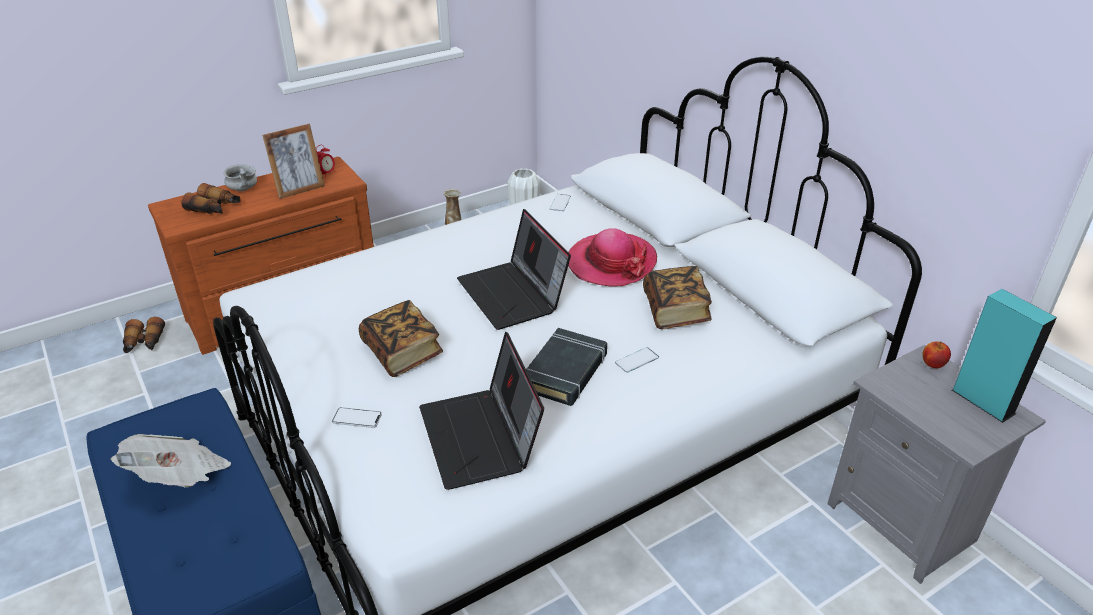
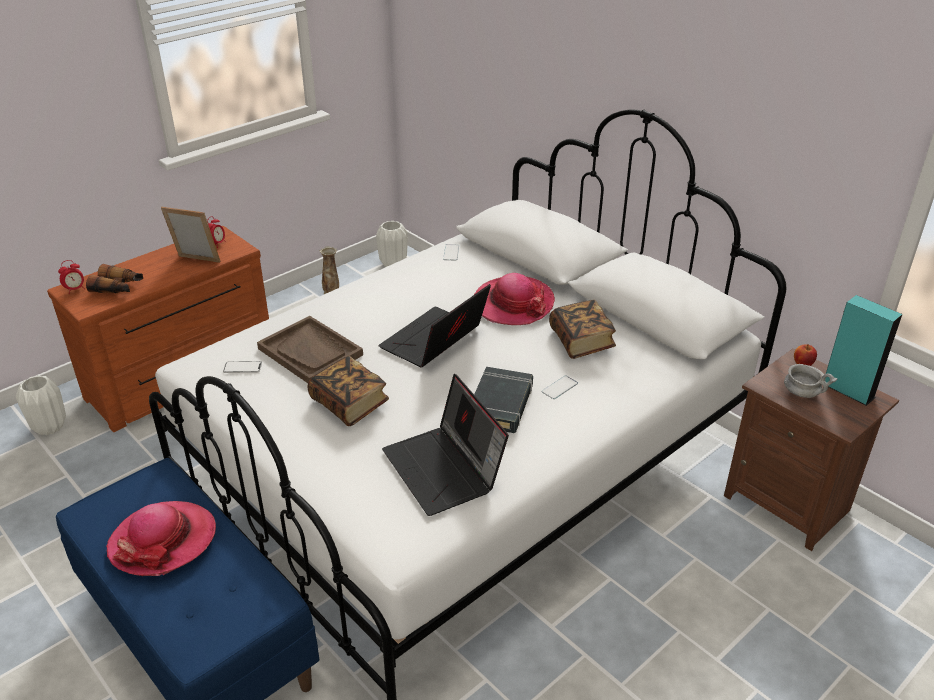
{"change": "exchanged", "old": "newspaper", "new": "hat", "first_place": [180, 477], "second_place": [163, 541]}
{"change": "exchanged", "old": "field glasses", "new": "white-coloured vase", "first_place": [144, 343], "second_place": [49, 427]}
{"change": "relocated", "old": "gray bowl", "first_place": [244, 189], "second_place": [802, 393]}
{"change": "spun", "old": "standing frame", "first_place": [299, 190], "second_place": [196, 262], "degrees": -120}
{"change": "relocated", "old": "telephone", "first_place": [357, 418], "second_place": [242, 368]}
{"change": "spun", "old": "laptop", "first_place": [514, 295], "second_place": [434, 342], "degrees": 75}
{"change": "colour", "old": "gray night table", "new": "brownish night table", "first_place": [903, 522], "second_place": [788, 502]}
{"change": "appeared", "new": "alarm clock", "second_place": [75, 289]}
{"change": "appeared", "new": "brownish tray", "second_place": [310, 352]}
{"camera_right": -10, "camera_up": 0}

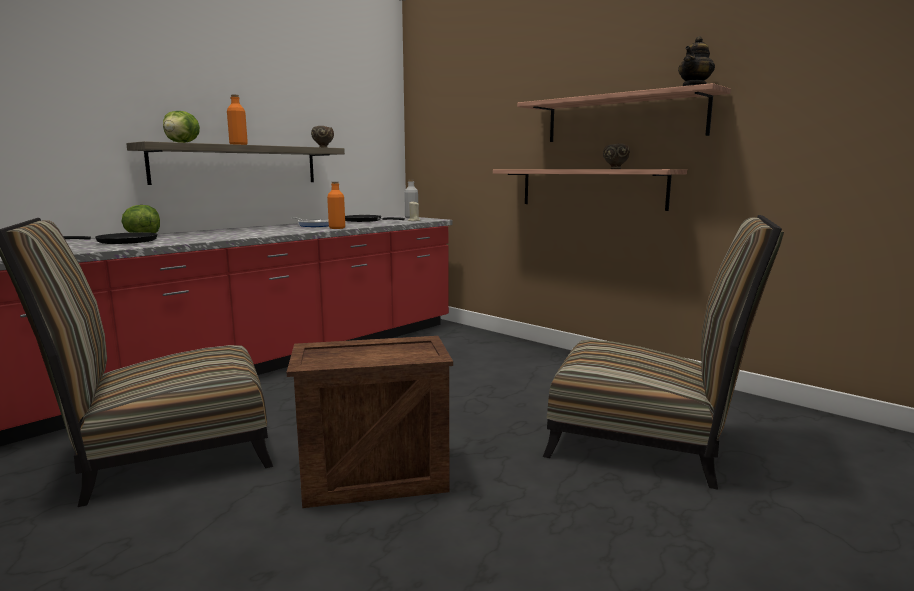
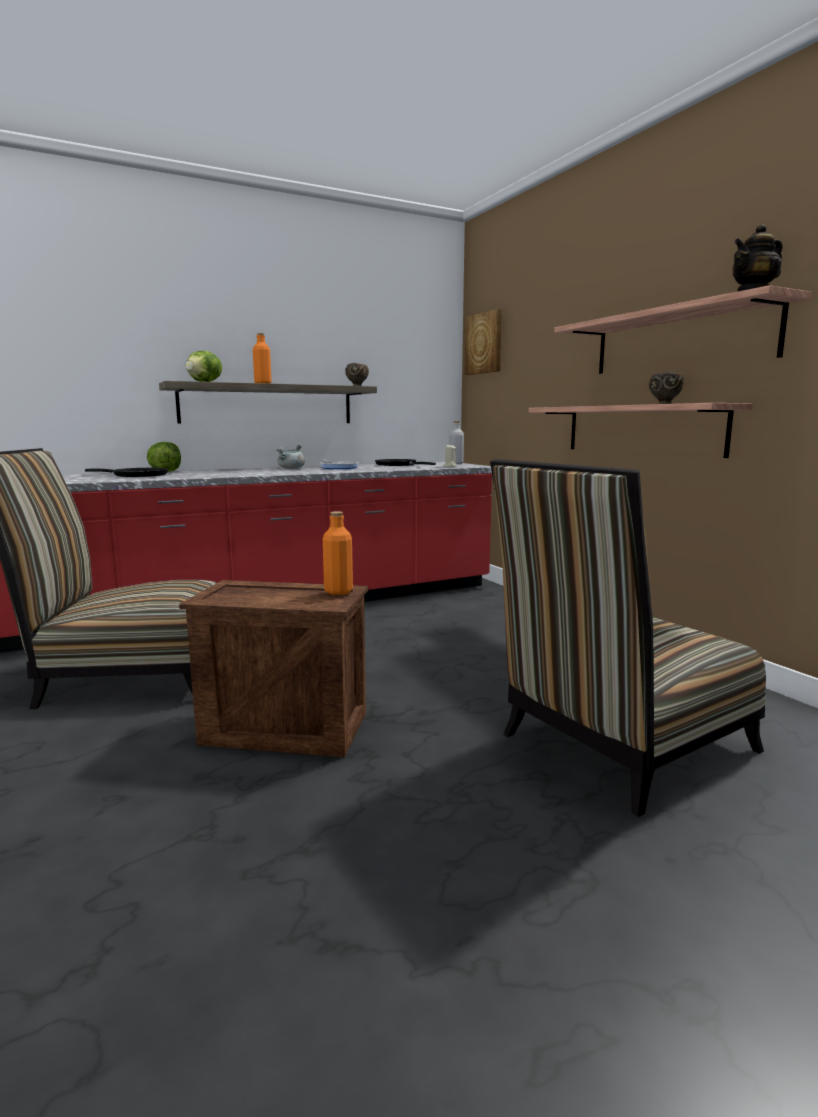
{"change": "relocated", "old": "orange-coloured beverage bottle", "first_place": [337, 228], "second_place": [338, 591]}
{"change": "spun", "old": "chair", "first_place": [646, 443], "second_place": [617, 747], "degrees": 105}
{"change": "appeared", "new": "gray saucepot", "second_place": [291, 469]}
{"change": "appeared", "new": "picture", "second_place": [484, 343]}
{"camera_right": 20, "camera_up": 0}

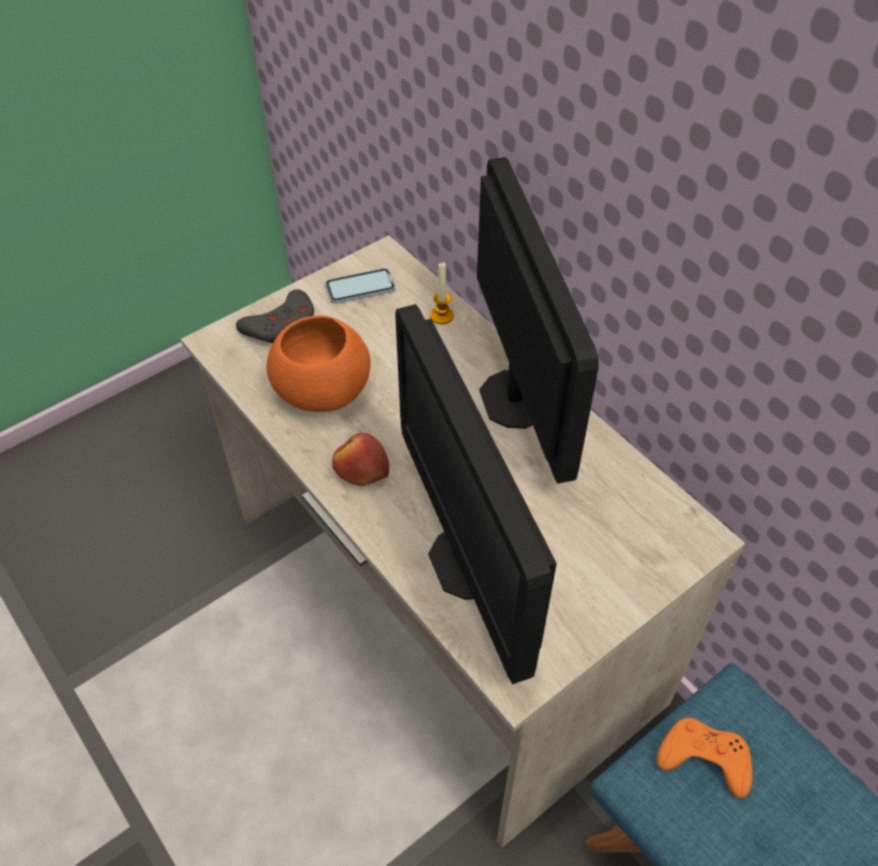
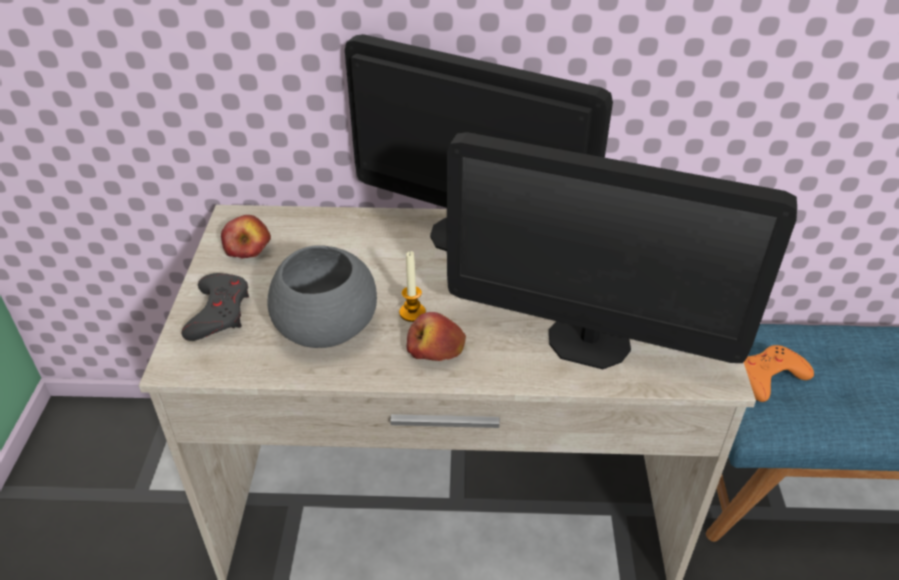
{"change": "colour", "old": "orange-coloured bowl", "new": "gray bowl", "first_place": [320, 390], "second_place": [324, 328]}
{"change": "exchanged", "old": "telephone", "new": "apple", "first_place": [360, 288], "second_place": [248, 248]}
{"change": "relocated", "old": "wax light", "first_place": [442, 316], "second_place": [412, 313]}
{"camera_right": -50, "camera_up": -10}

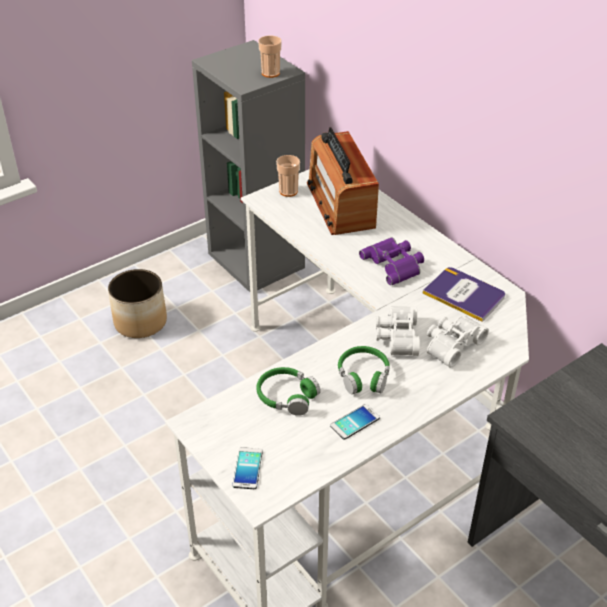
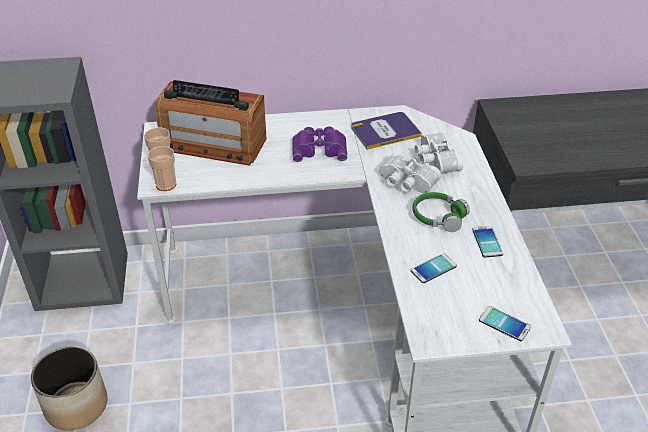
{"change": "exchanged", "old": "greenish headphones", "new": "telephone", "first_place": [287, 396], "second_place": [433, 268]}
{"change": "relocated", "old": "small cup", "first_place": [270, 73], "second_place": [166, 184]}
{"camera_right": -60, "camera_up": 0}

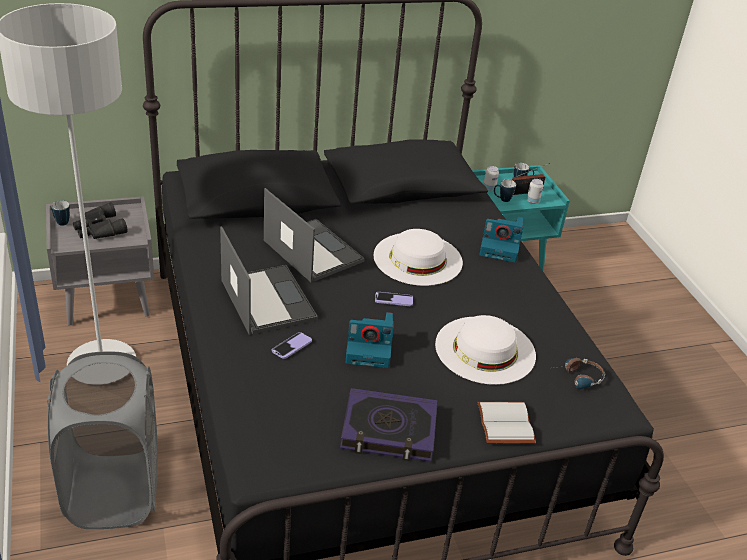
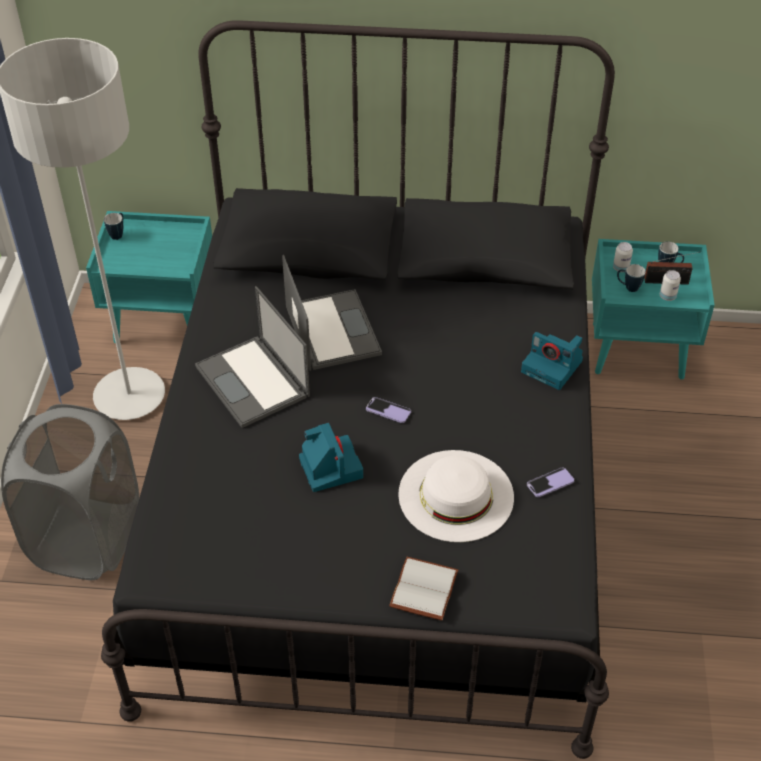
{"change": "colour", "old": "gray night table", "new": "turquoise night table", "first_place": [108, 300], "second_place": [164, 320]}
{"change": "missing", "old": "black-coloured field glasses", "first_place": [98, 229]}
{"change": "spun", "old": "laptop", "first_place": [267, 299], "second_place": [253, 382], "degrees": 150}
{"change": "relocated", "old": "telephone", "first_place": [291, 346], "second_place": [550, 483]}
{"change": "missing", "old": "volume", "first_place": [389, 431]}
{"change": "spun", "old": "photo camera", "first_place": [370, 349], "second_place": [329, 466], "degrees": -135}
{"change": "missing", "old": "white-coloured hat", "first_place": [417, 258]}
{"change": "missing", "old": "headphones", "first_place": [577, 379]}
{"camera_right": 25, "camera_up": 10}

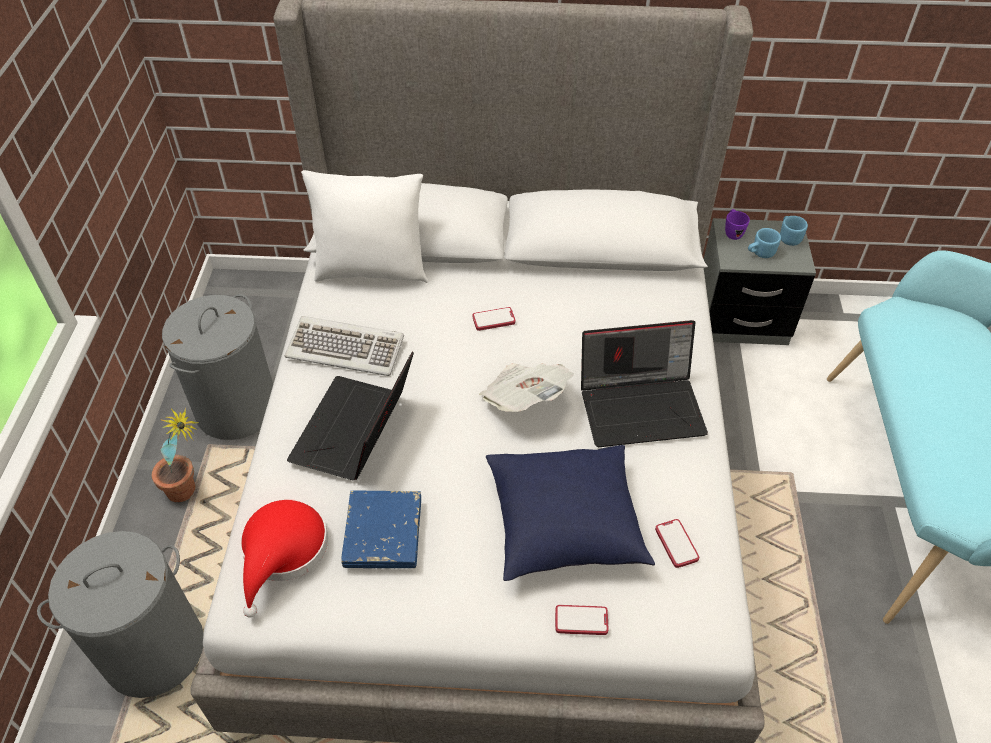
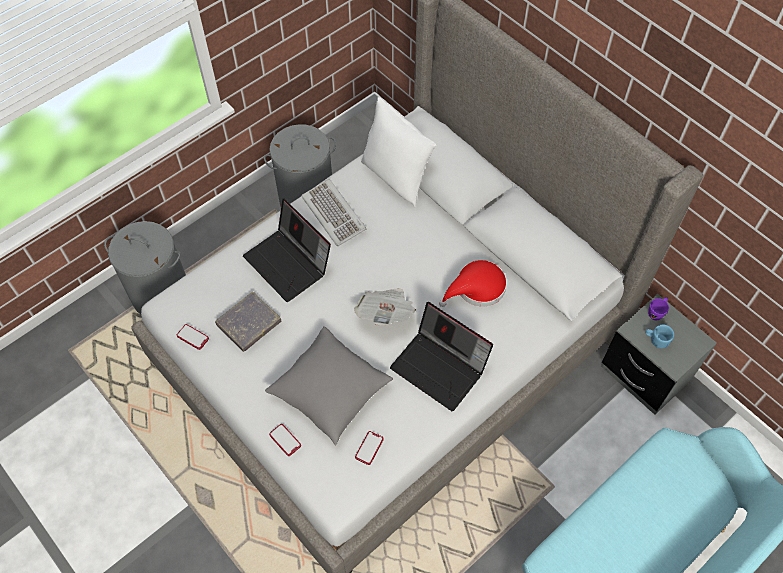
{"change": "missing", "old": "potted plant", "first_place": [190, 491]}
{"change": "relocated", "old": "red hat", "first_place": [283, 552], "second_place": [477, 288]}
{"change": "spun", "old": "laptop", "first_place": [355, 432], "second_place": [289, 263], "degrees": -105}
{"change": "colour", "old": "blue volume", "new": "gray volume", "first_place": [383, 532], "second_place": [249, 323]}
{"change": "relocated", "old": "telephone", "first_place": [493, 320], "second_place": [193, 337]}
{"change": "colour", "old": "blue cushion", "new": "gray cushion", "first_place": [564, 525], "second_place": [330, 392]}
{"change": "missing", "old": "blue tea mug", "first_place": [788, 237]}
{"camera_right": 45, "camera_up": 10}

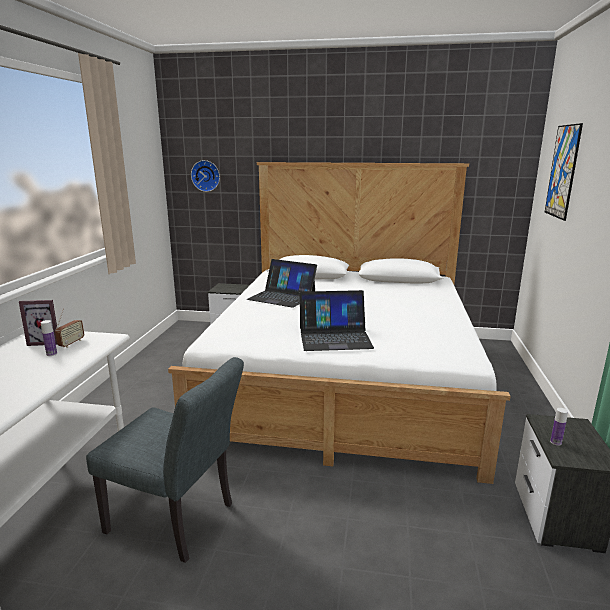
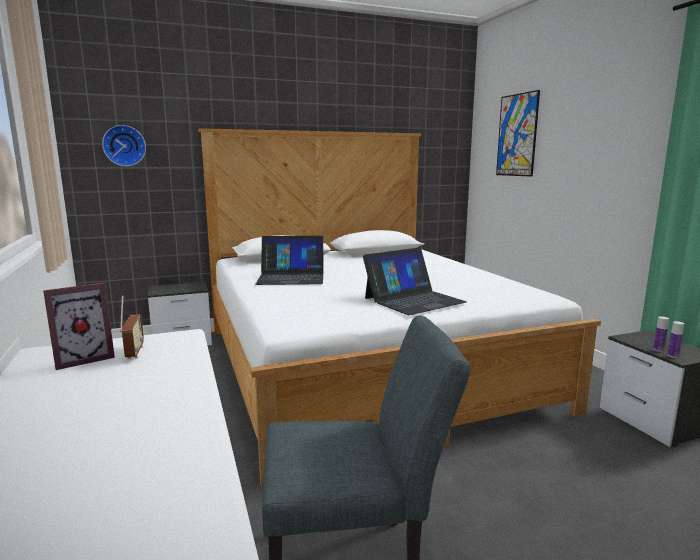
{"change": "relocated", "old": "beverage bottle", "first_place": [51, 354], "second_place": [673, 356]}
{"camera_right": -30, "camera_up": -5}

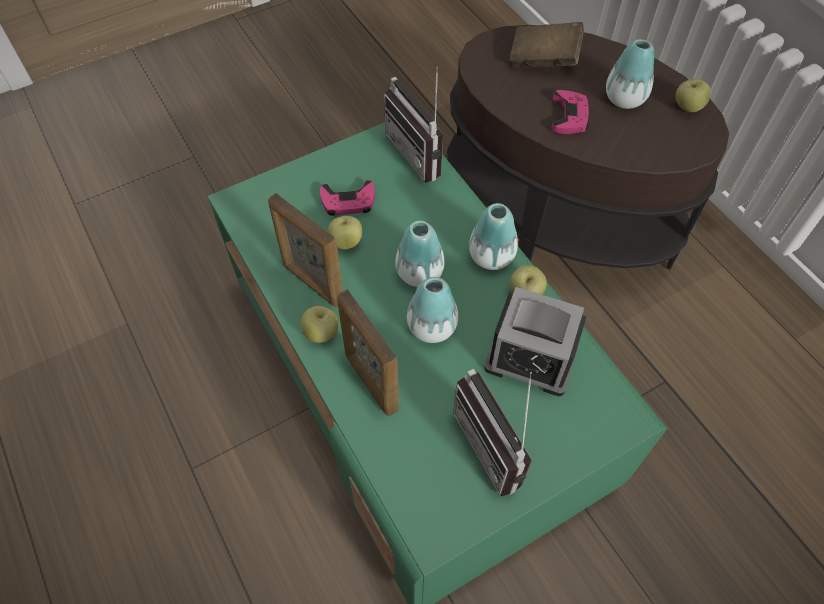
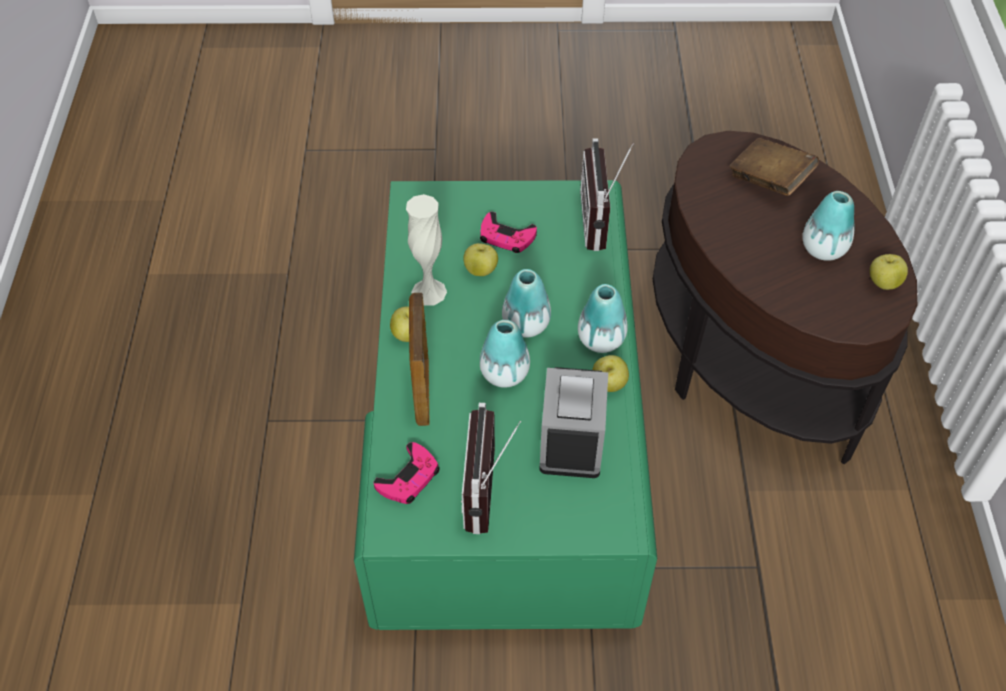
{"change": "exchanged", "old": "standing frame", "new": "white-coloured vase", "first_place": [313, 283], "second_place": [429, 292]}
{"change": "spun", "old": "alarm clock", "first_place": [530, 359], "second_place": [571, 440], "degrees": 45}
{"change": "relocated", "old": "pink-coloured gamepad", "first_place": [569, 116], "second_place": [409, 478]}
{"camera_right": 30, "camera_up": -5}

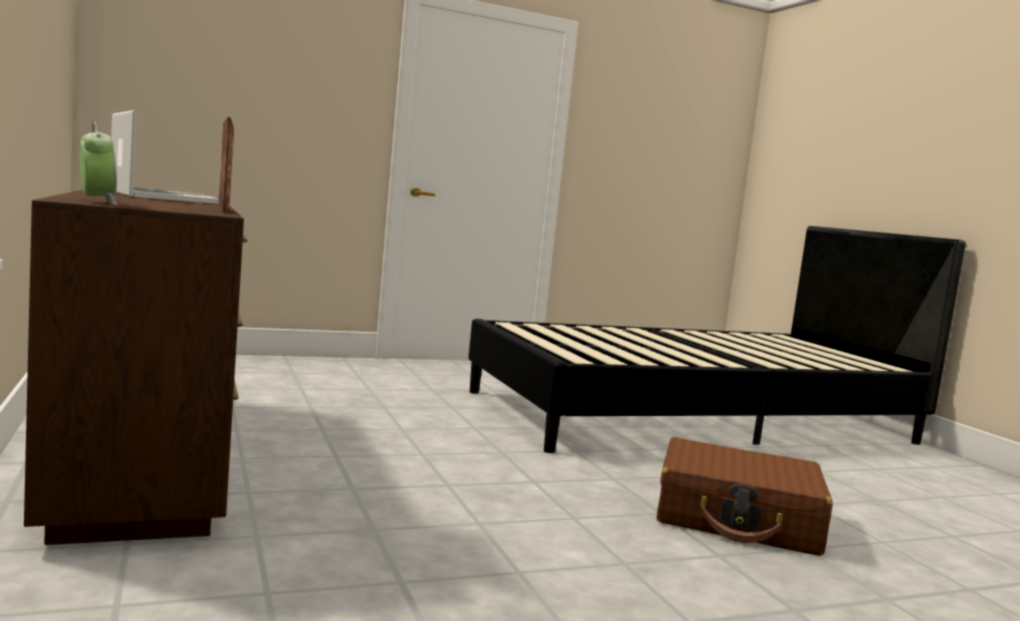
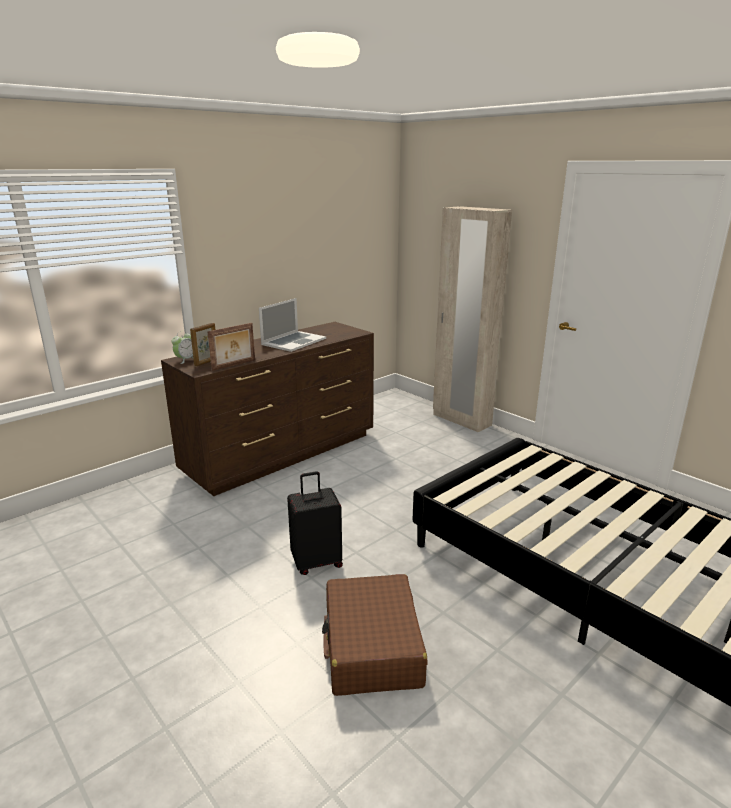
{"change": "appeared", "new": "standing frame", "second_place": [207, 362]}
{"change": "appeared", "new": "black-coloured piece of luggage", "second_place": [316, 562]}
{"change": "appeared", "new": "sand-coloured wardrobe", "second_place": [461, 420]}
{"camera_right": 70, "camera_up": 15}

